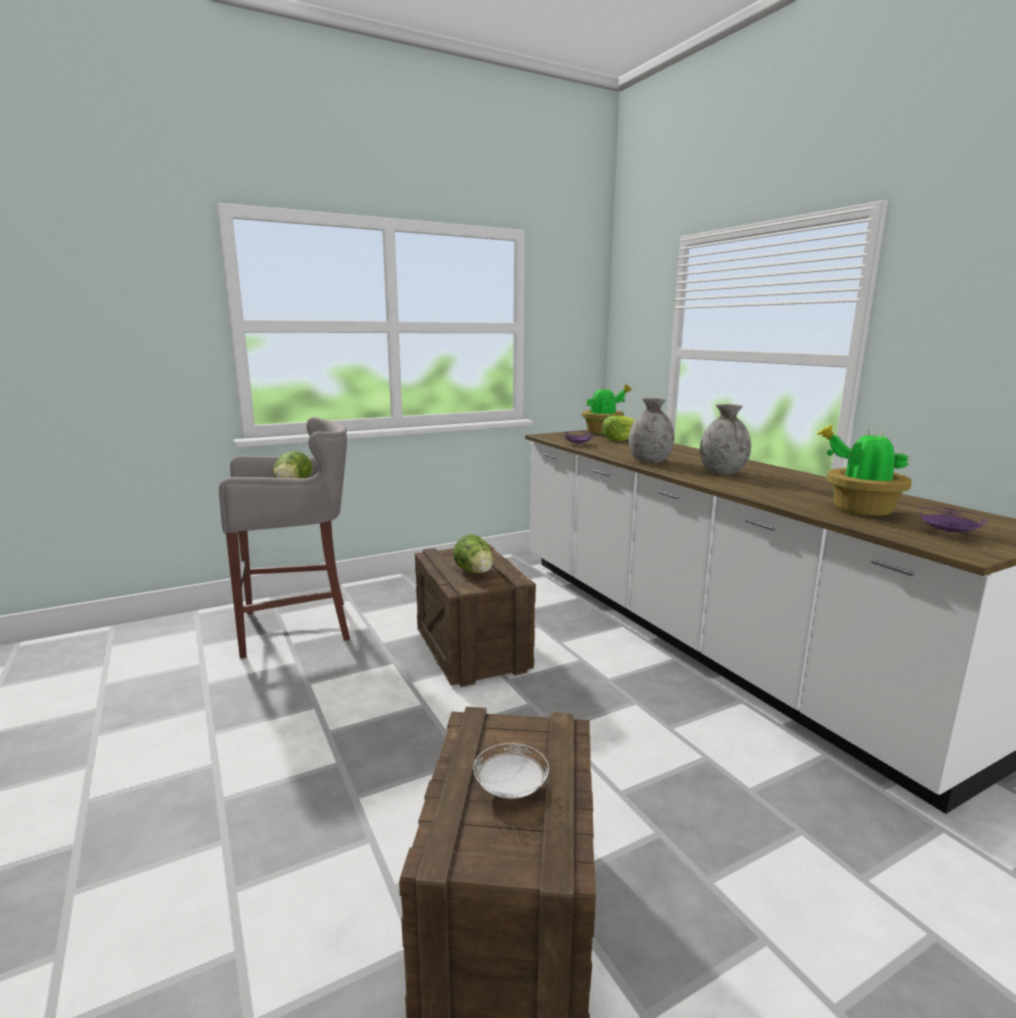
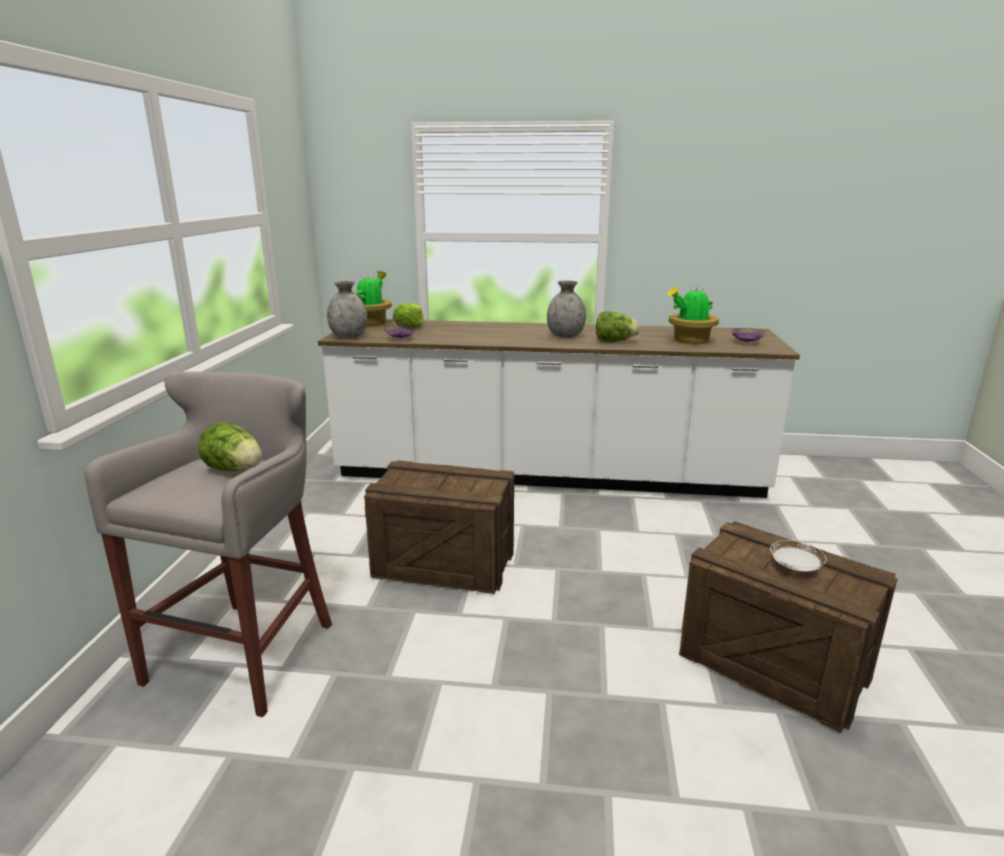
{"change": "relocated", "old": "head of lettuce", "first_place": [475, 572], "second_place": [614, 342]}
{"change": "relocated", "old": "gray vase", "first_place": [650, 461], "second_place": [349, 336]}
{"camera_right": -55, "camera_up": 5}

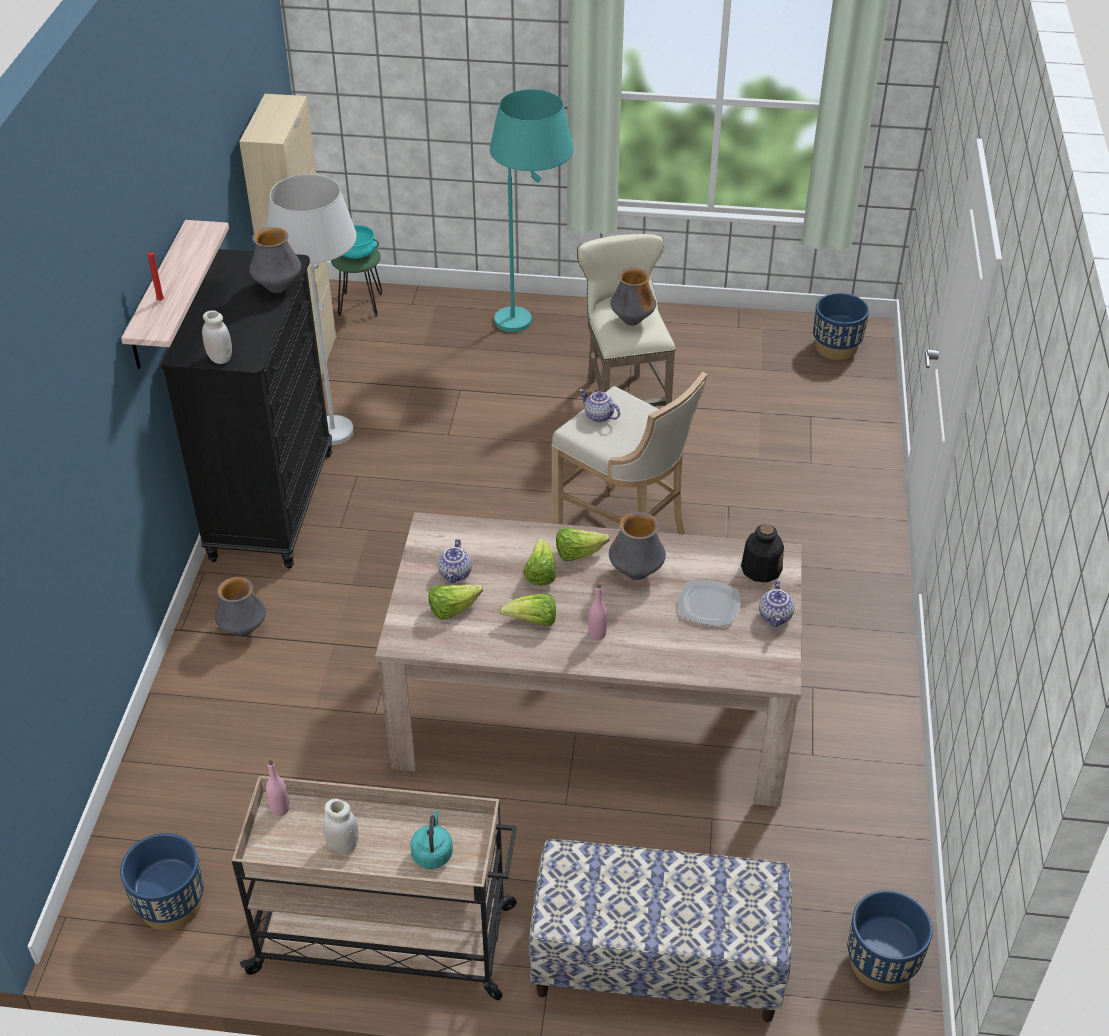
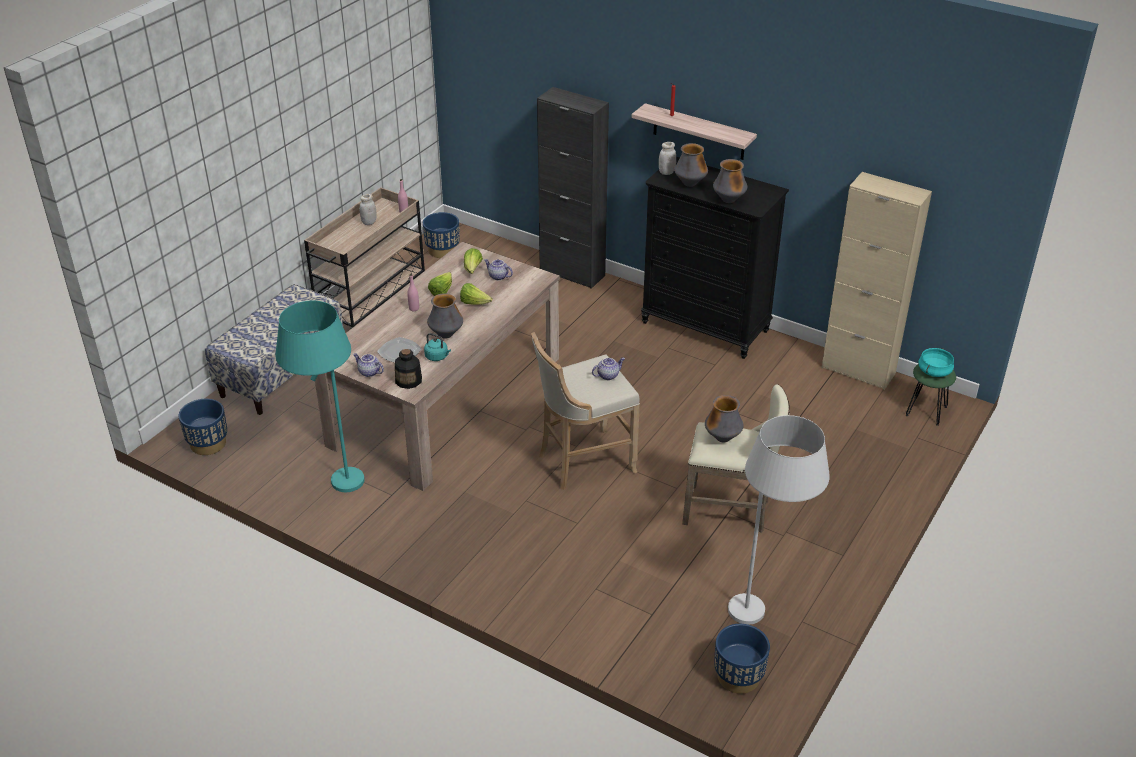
{"change": "relocated", "old": "vase", "first_place": [243, 630], "second_place": [690, 184]}
{"change": "relocated", "old": "white-coloured floor lamp", "first_place": [333, 417], "second_place": [766, 615]}
{"change": "relocated", "old": "turquoise tea kettle", "first_place": [432, 852], "second_place": [437, 357]}
{"change": "relocated", "old": "turquoise floor lamp", "first_place": [533, 323], "second_place": [335, 491]}
{"change": "missing", "old": "head of lettuce", "first_place": [578, 553]}
{"change": "appeared", "new": "black-coloured cabinet", "second_place": [572, 273]}
{"camera_right": 115, "camera_up": -5}

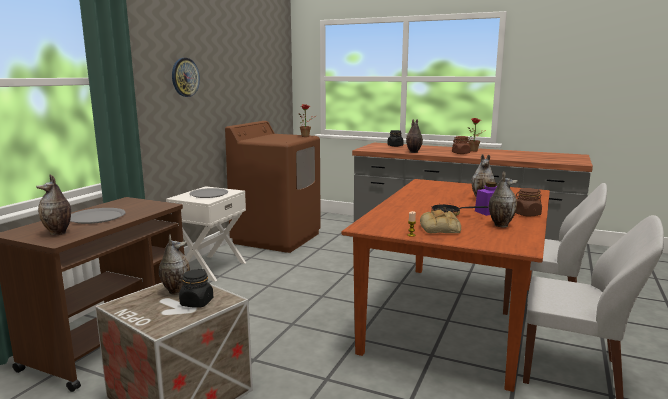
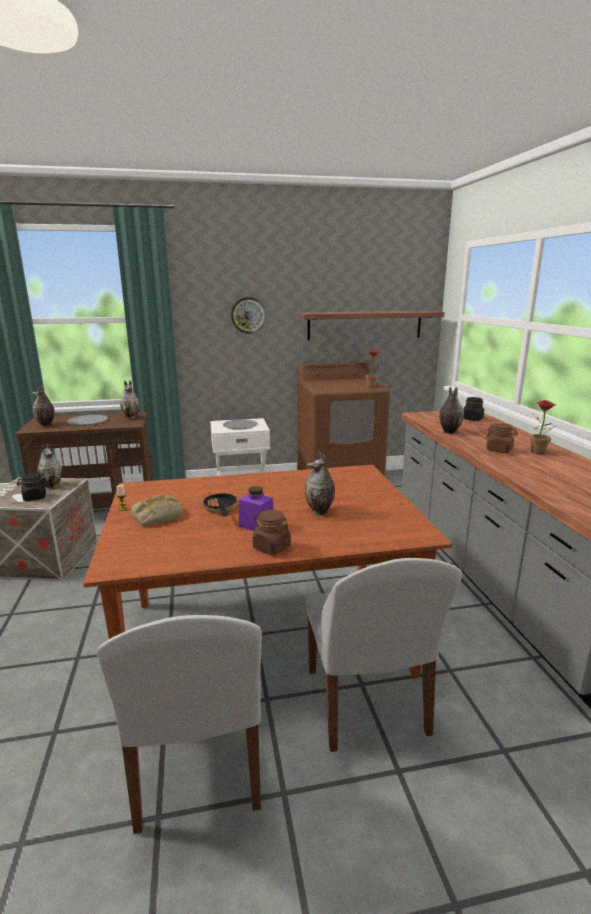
{"change": "relocated", "old": "vase", "first_place": [500, 225], "second_place": [132, 417]}
{"change": "appeared", "new": "bracket shelf", "second_place": [365, 325]}
{"camera_right": 55, "camera_up": 5}

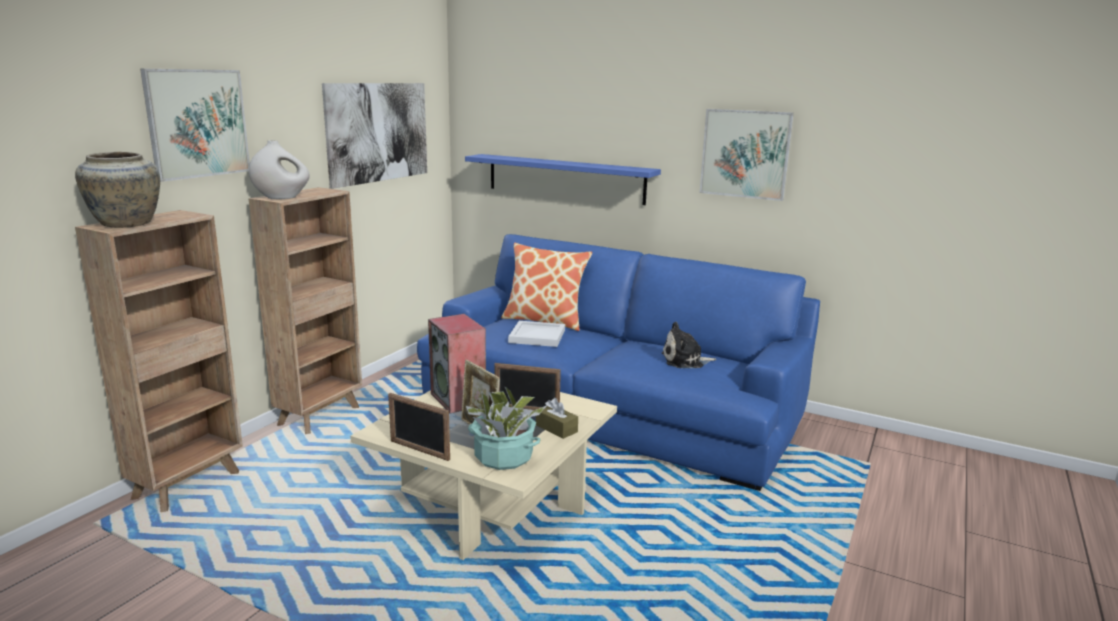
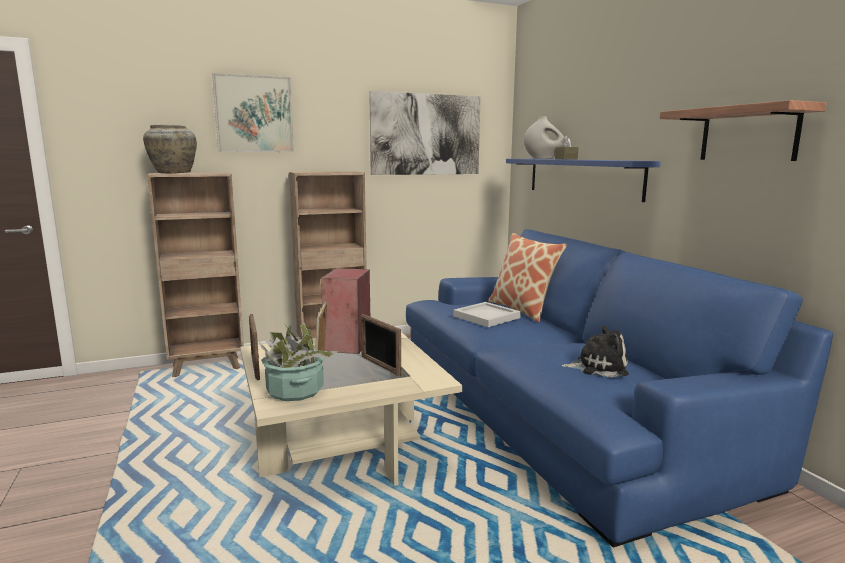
{"change": "relocated", "old": "white-coloured vase", "first_place": [281, 197], "second_place": [543, 158]}
{"change": "relocated", "old": "brownish tissue holder", "first_place": [556, 428], "second_place": [566, 159]}
{"change": "spun", "old": "plush toy", "first_place": [685, 361], "second_place": [597, 367], "degrees": 150}
{"change": "exchanged", "old": "picture", "new": "bracket shelf", "first_place": [745, 154], "second_place": [748, 134]}
{"camera_right": 40, "camera_up": -5}

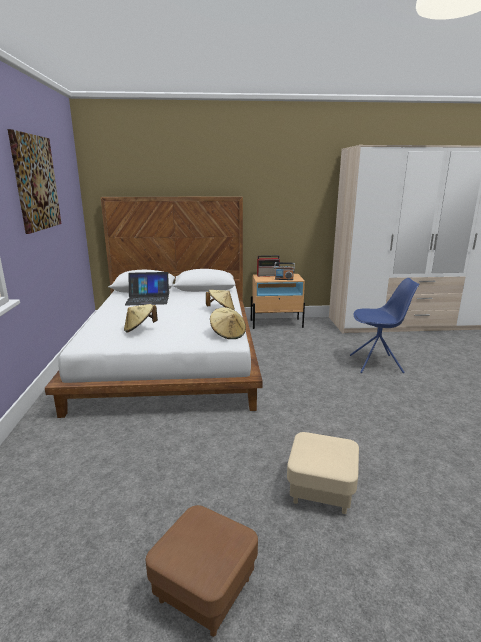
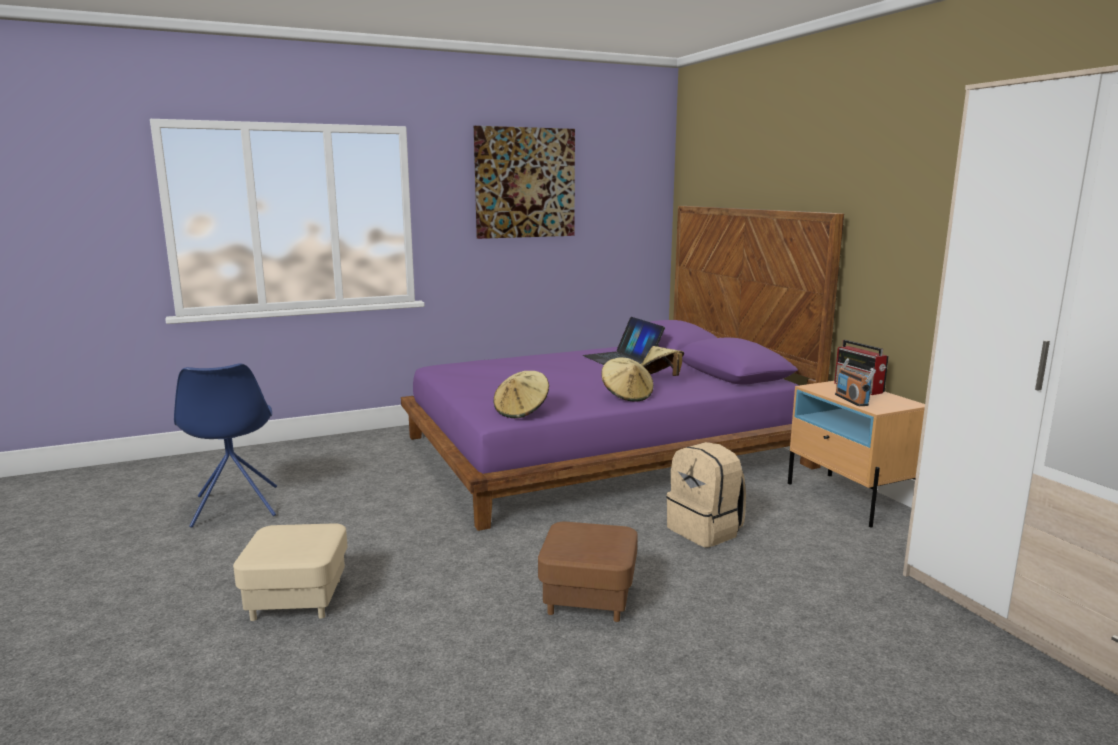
{"change": "colour", "old": "white-coloured bedroom bed", "new": "purple-coloured bedroom bed", "first_place": [172, 357], "second_place": [600, 451]}
{"change": "relocated", "old": "sand-coloured hat", "first_place": [139, 329], "second_place": [660, 379]}
{"change": "relocated", "old": "brownish footrest", "first_place": [205, 589], "second_place": [588, 598]}
{"change": "relocated", "old": "blue chair", "first_place": [377, 364], "second_place": [235, 507]}
{"change": "appeared", "new": "sand-coloured backpack", "second_place": [705, 530]}
{"camera_right": 70, "camera_up": -5}

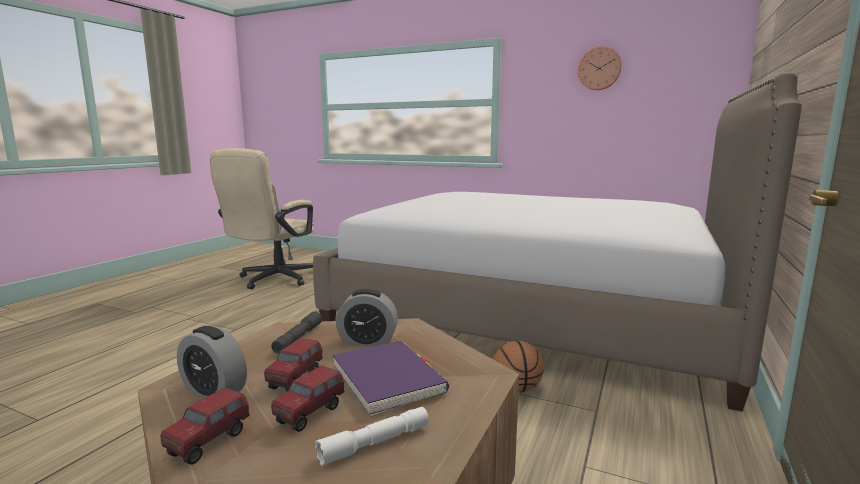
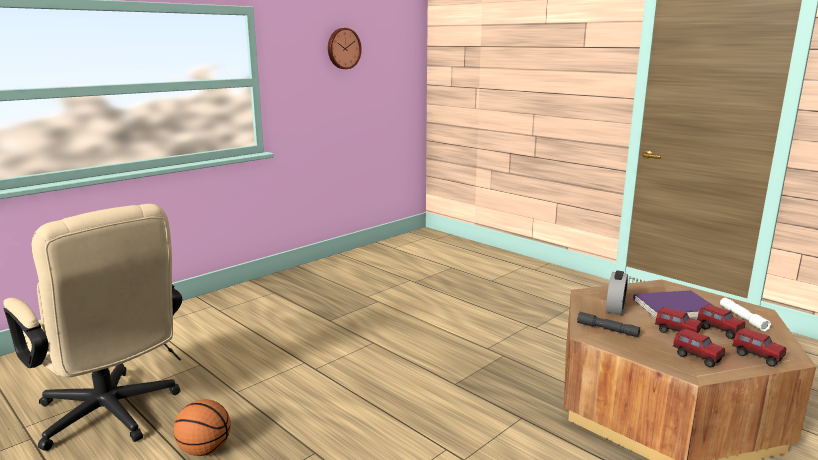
{"change": "exchanged", "old": "alarm clock", "new": "toy truck", "first_place": [214, 391], "second_place": [697, 358]}
{"change": "missing", "old": "bedroom bed", "first_place": [531, 313]}
{"change": "relocated", "old": "ball for basketball", "first_place": [517, 389], "second_place": [205, 449]}
{"camera_right": -70, "camera_up": 5}

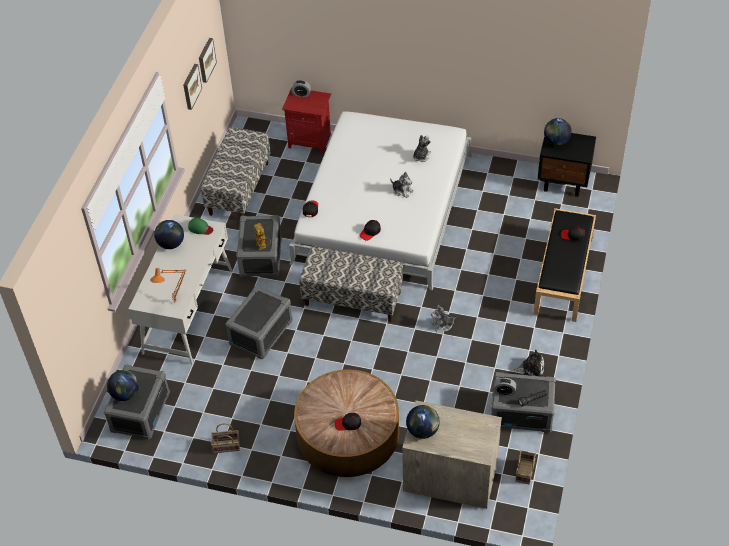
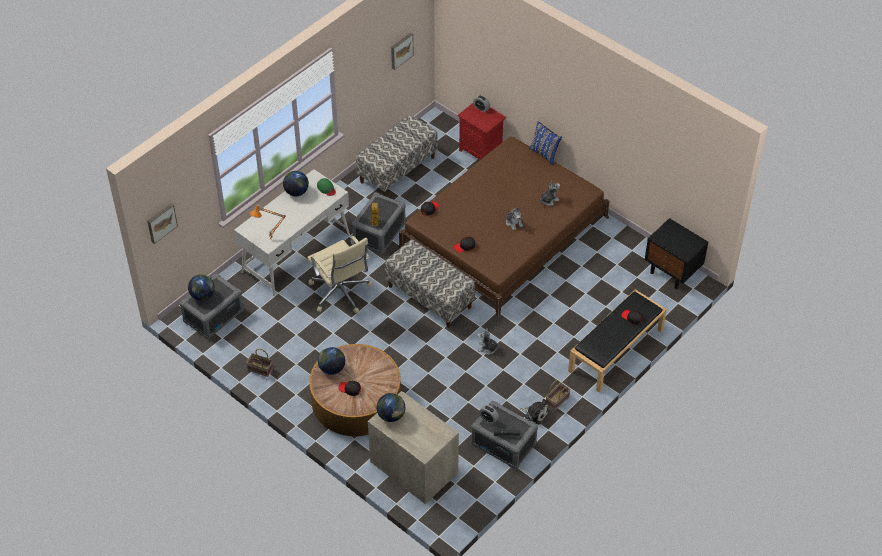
{"change": "relocated", "old": "picture", "first_place": [191, 86], "second_place": [161, 222]}
{"change": "exchanged", "old": "gray storage container", "new": "sand-coloured computer chair", "first_place": [261, 333], "second_place": [341, 294]}
{"change": "colour", "old": "white-coloured bedroom bed", "new": "brownish bedroom bed", "first_place": [383, 208], "second_place": [504, 233]}
{"change": "relocated", "old": "household basket", "first_place": [525, 472], "second_place": [557, 401]}
{"change": "relocated", "old": "desk globe", "first_place": [556, 141], "second_place": [332, 369]}
{"change": "appeared", "new": "blue cushion", "second_place": [544, 153]}
{"camera_right": 25, "camera_up": 0}

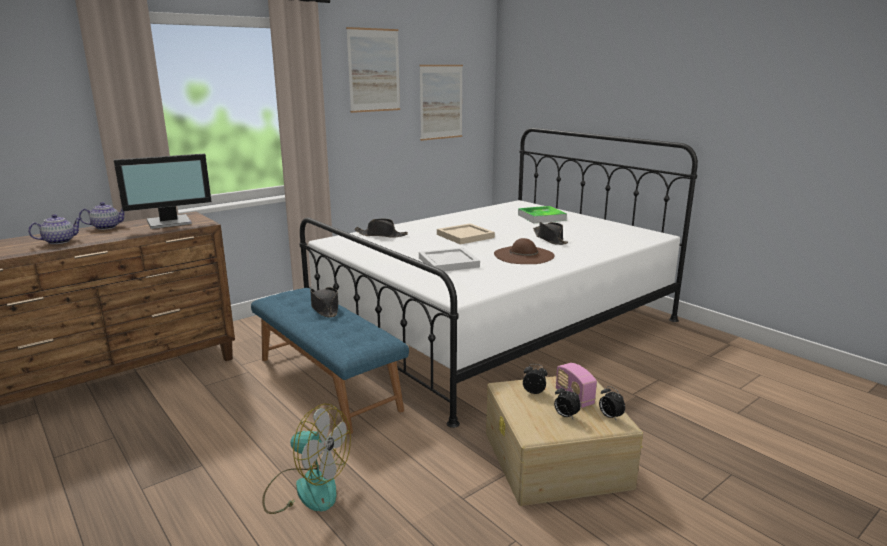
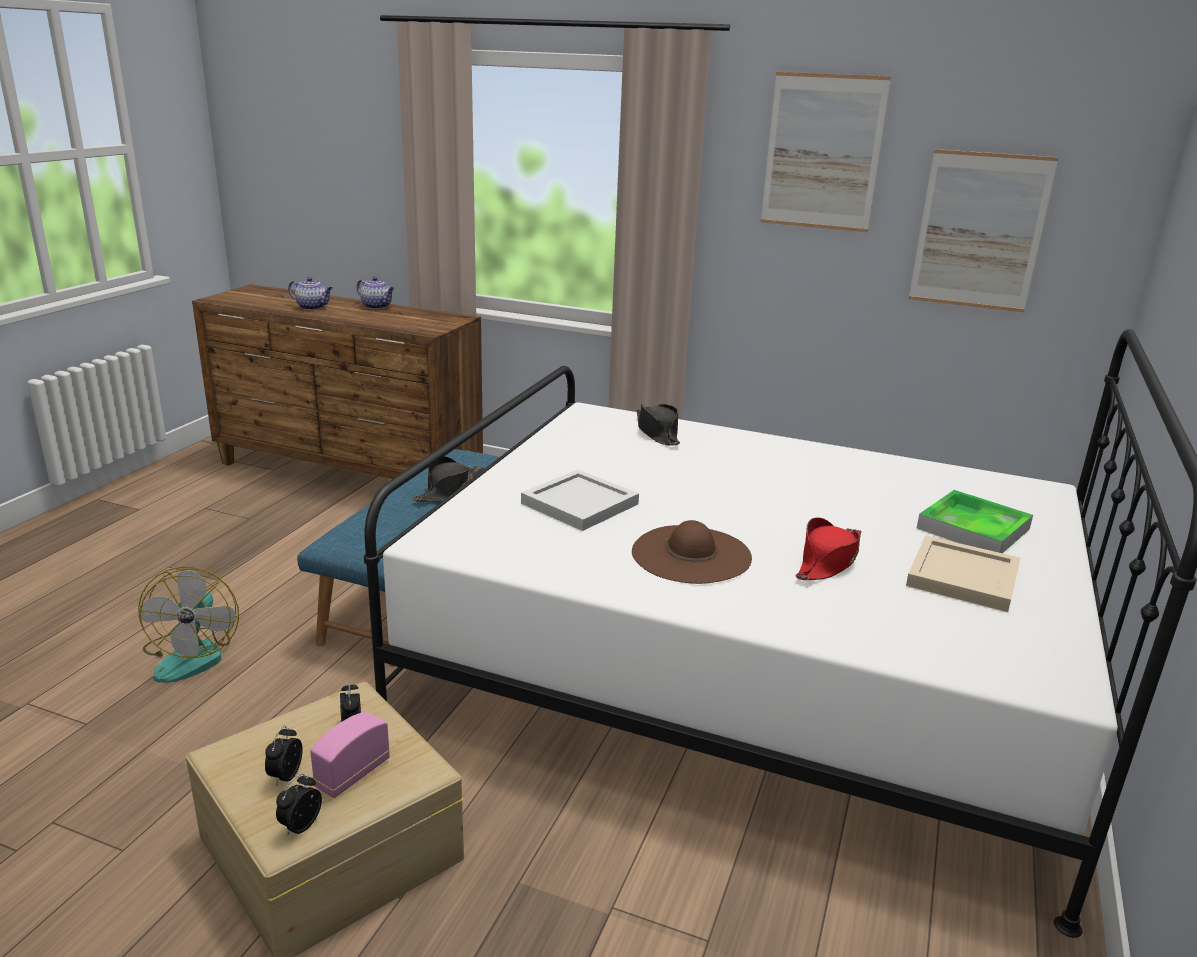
{"change": "missing", "old": "monitor", "first_place": [170, 222]}
{"change": "relocated", "old": "sand-coloured tray", "first_place": [465, 236], "second_place": [961, 577]}
{"change": "colour", "old": "black-coloured hat", "new": "red hat", "first_place": [550, 239], "second_place": [828, 562]}
{"camera_right": 60, "camera_up": 5}

